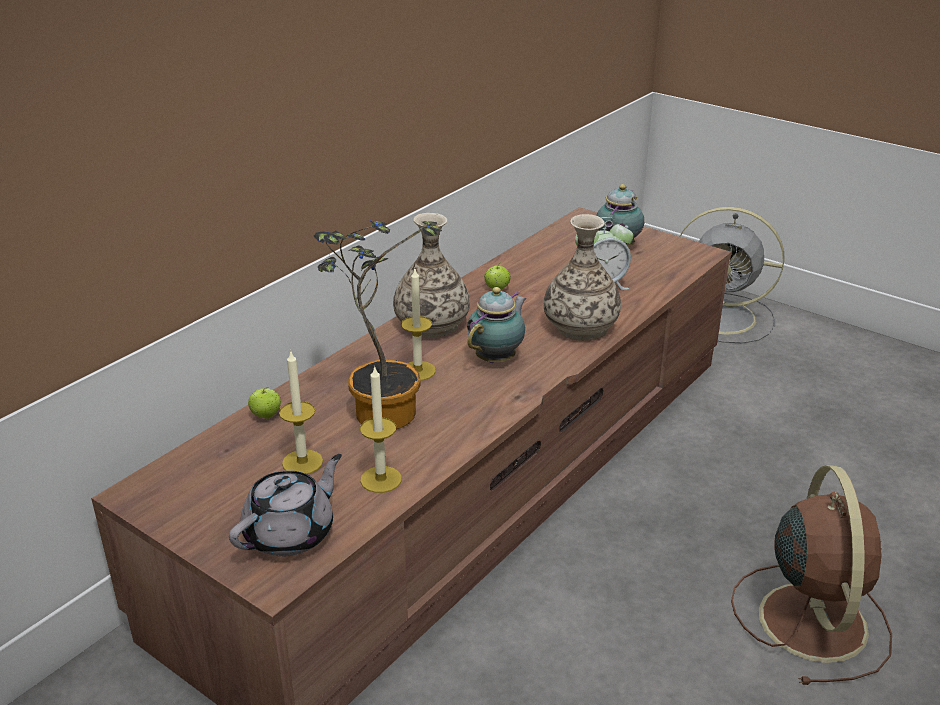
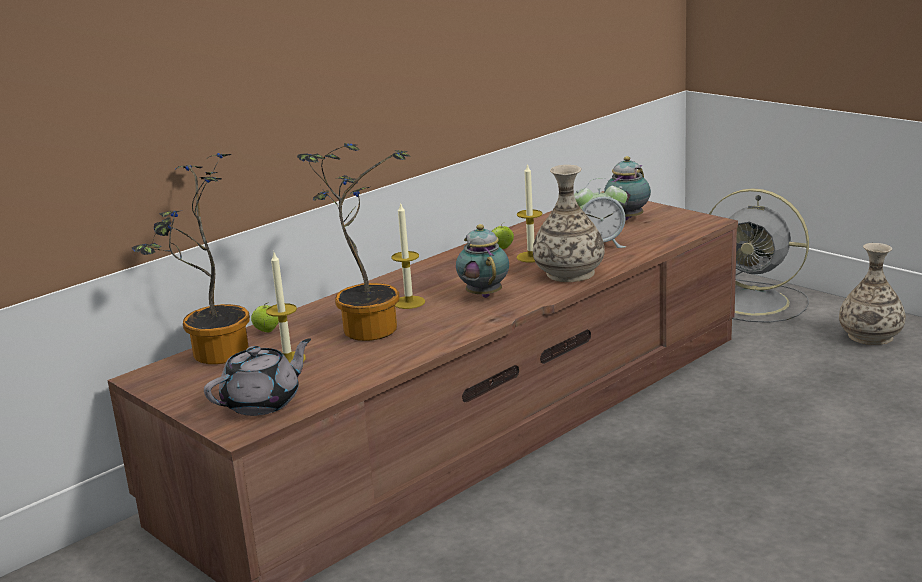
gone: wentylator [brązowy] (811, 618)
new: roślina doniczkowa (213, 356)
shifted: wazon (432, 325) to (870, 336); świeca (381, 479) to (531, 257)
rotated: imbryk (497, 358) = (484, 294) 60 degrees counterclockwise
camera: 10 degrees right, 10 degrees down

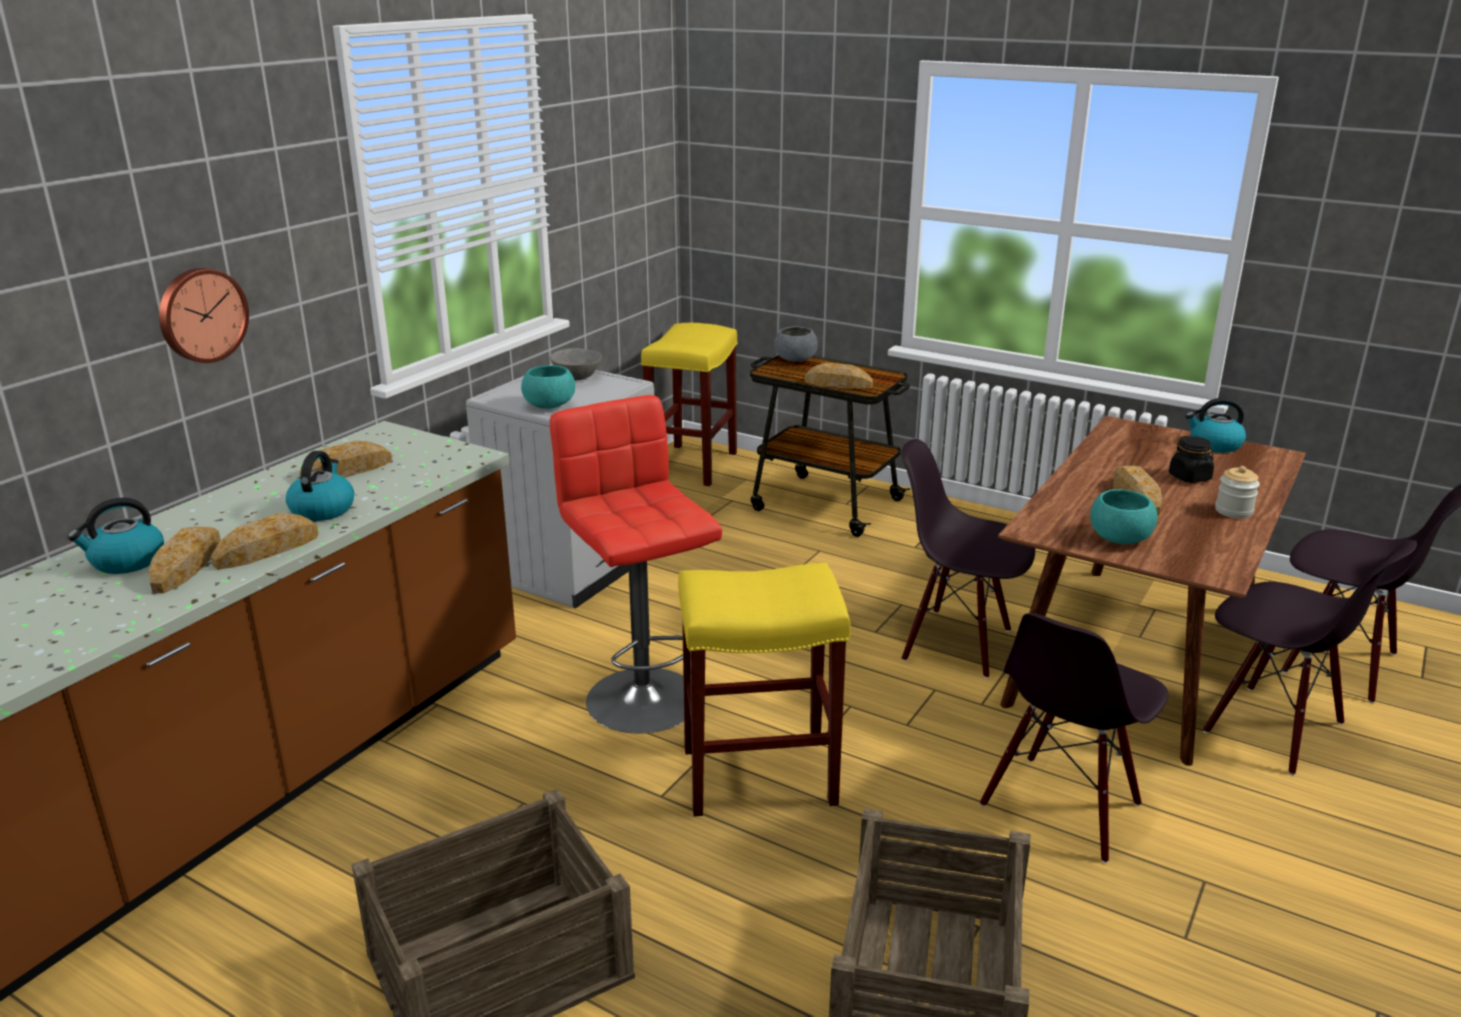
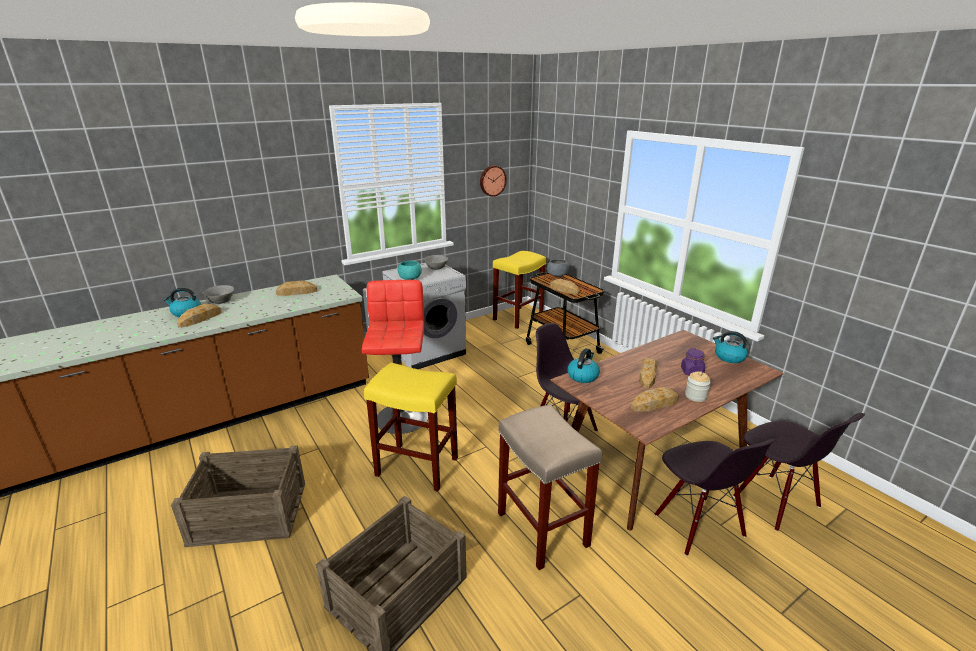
gone: miska [turkusowy] (1119, 538)
new: miska [szary] (220, 301)
shifted: zegar ścienny (201, 315) to (492, 180); czajnik (322, 509) to (583, 376); chleb (267, 549) to (654, 404)
swapped: krzesło [czarny] (1062, 807) to stołek [beżowy] (541, 528)
repainted: słoik [czarny] (1190, 477) to słoik [fioletowy] (692, 372)
camera: 25 degrees right, 0 degrees up

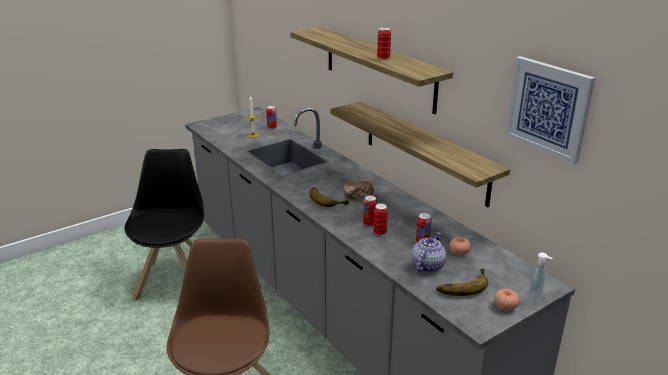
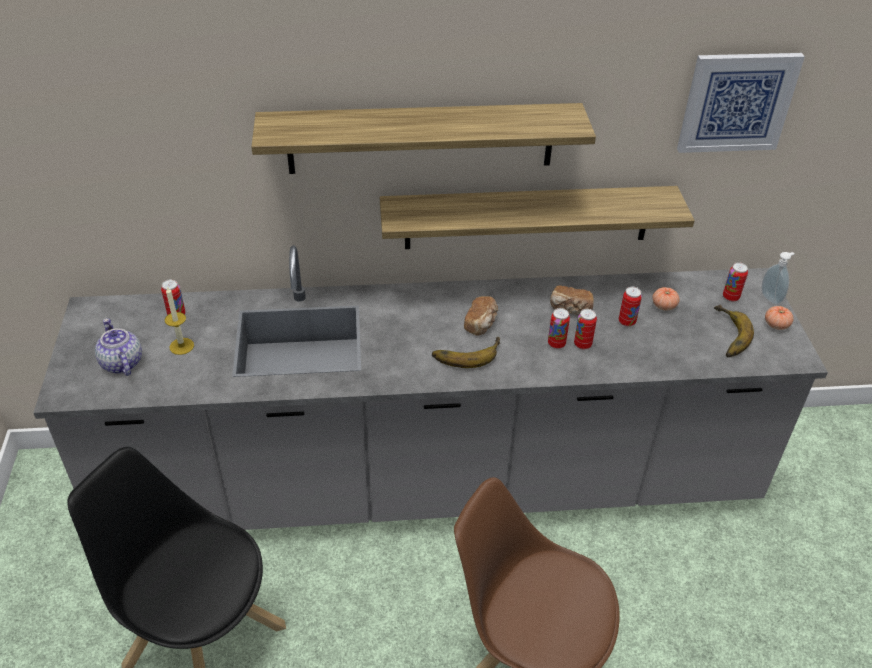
new: chleb (570, 309)
shifted: puszka (383, 58) to (730, 297); imbryk (427, 265) to (121, 363)
camera: 60 degrees left, 15 degrees up

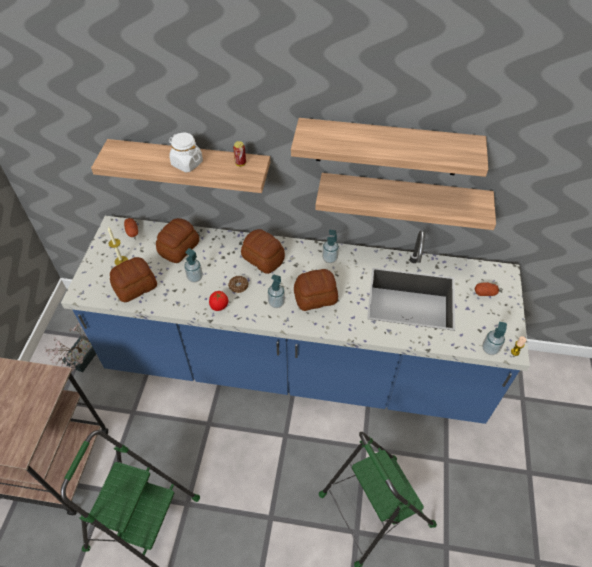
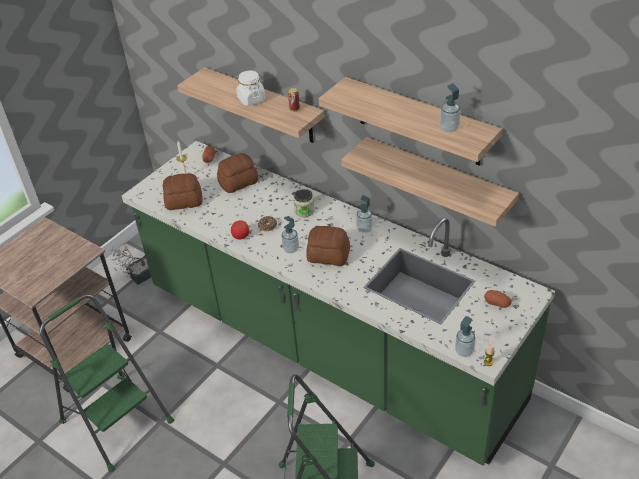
shifted: dozownik mydła (195, 277) to (449, 128)
swapped: chleb (263, 258) to słoik (304, 211)
repainted: zabudowa kuchenna [niebieski] (296, 364) to zabudowa kuchenna [zielony] (327, 345)
camera: 30 degrees right, 10 degrees down

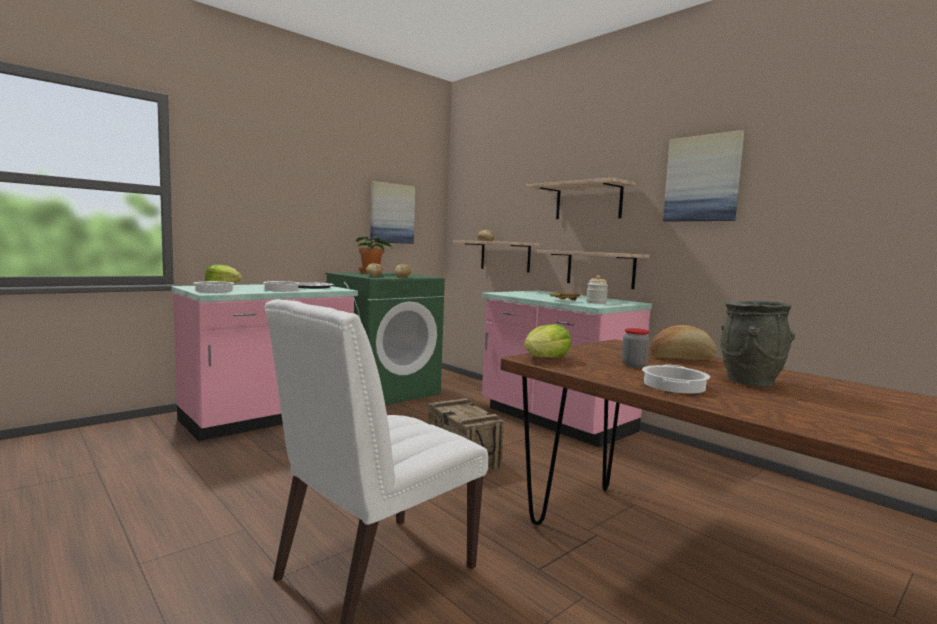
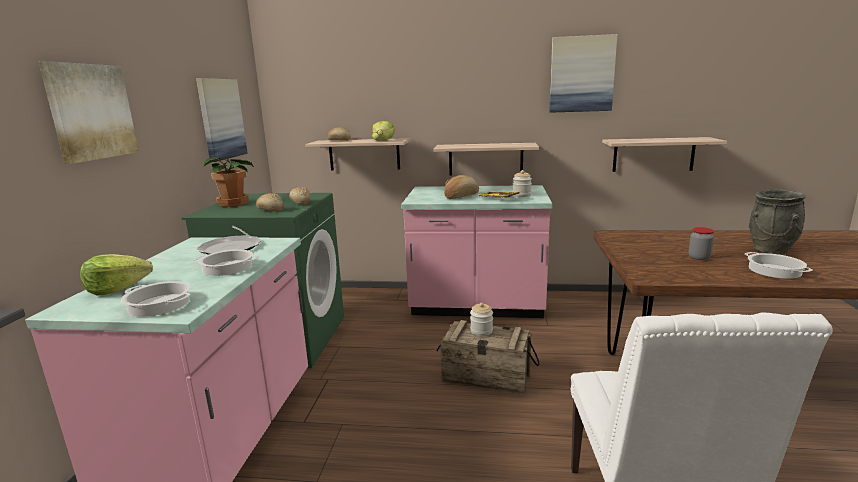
new: obraz (90, 112); słoik (481, 331)
shifted: półka (588, 202) to (653, 154); sałata (546, 358) to (383, 140); chleb (681, 358) to (461, 196)
camera: 40 degrees left, 10 degrees up

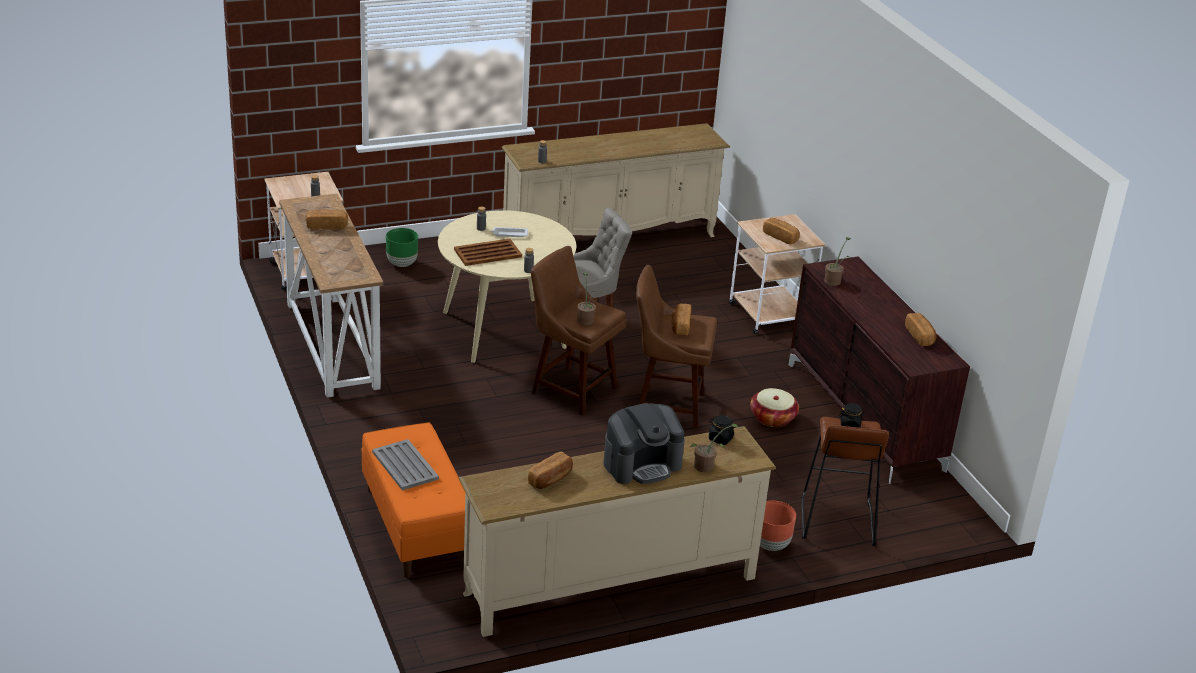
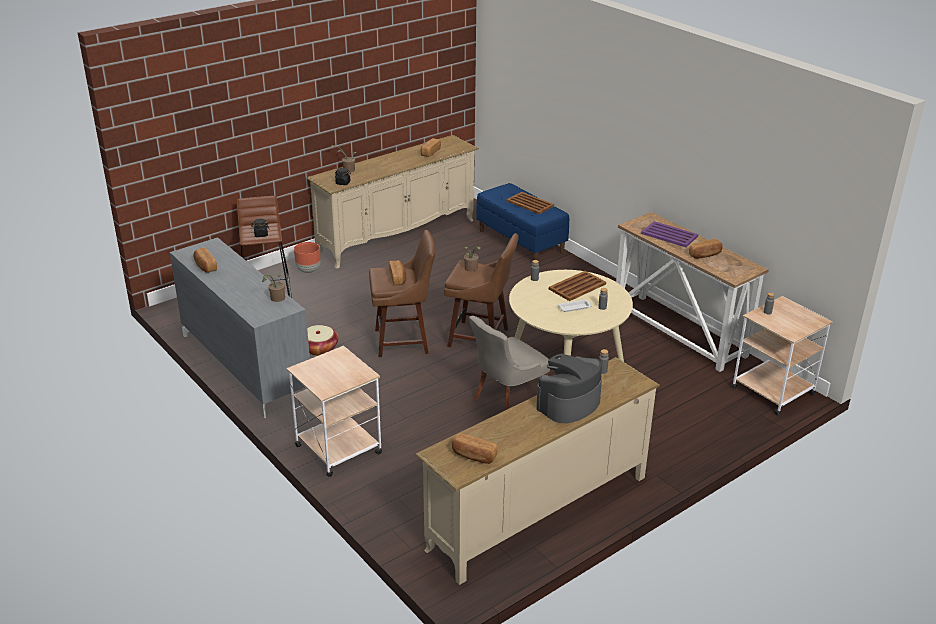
gone: donica [zielony] (402, 263)
new: taca [fioletowy] (670, 235)
shifted: chleb (781, 237) to (473, 456); ekspres do kawy (642, 464) to (568, 404)
repainted: komoda [brązowy] (864, 416) to komoda [szary] (245, 365); ławka [pomarańczowy] (415, 526) to ławka [niebieski] (521, 242); taca [szary] (405, 465) to taca [brązowy] (530, 204)
camera: 165 degrees right, 0 degrees up

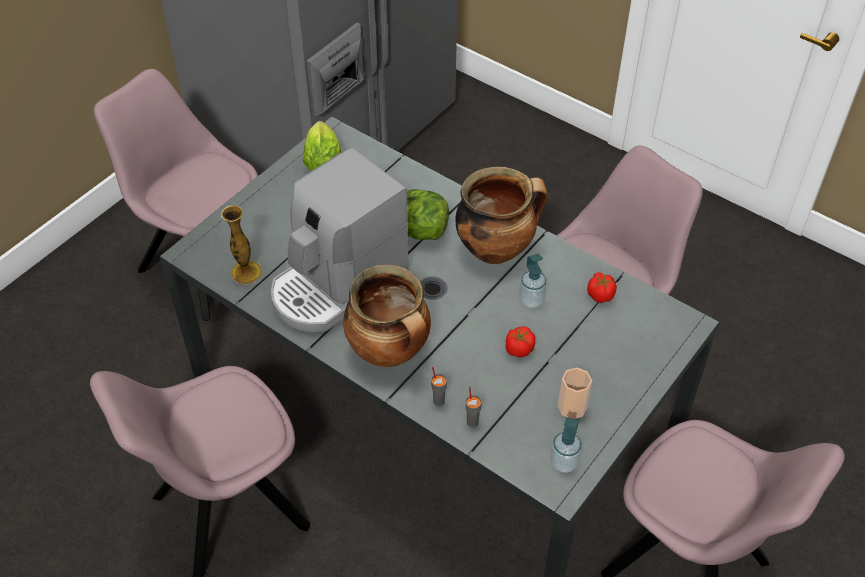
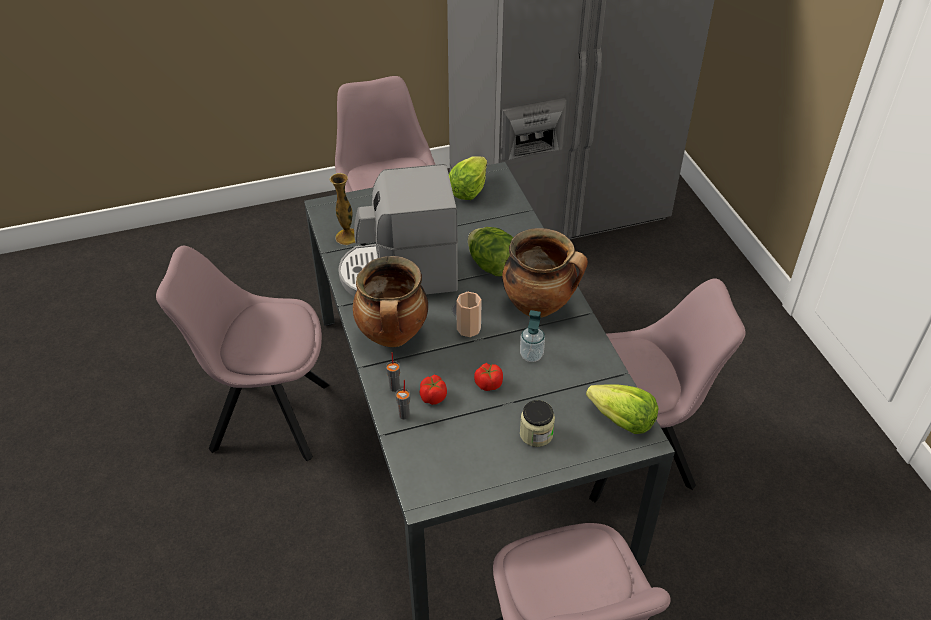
gone: dozownik mydła (564, 463)
new: sałata (622, 420); słoik (536, 434)
shifted: pomidor (600, 295) to (433, 397); filiżanka (572, 407) to (468, 328)
camera: 35 degrees right, 5 degrees down

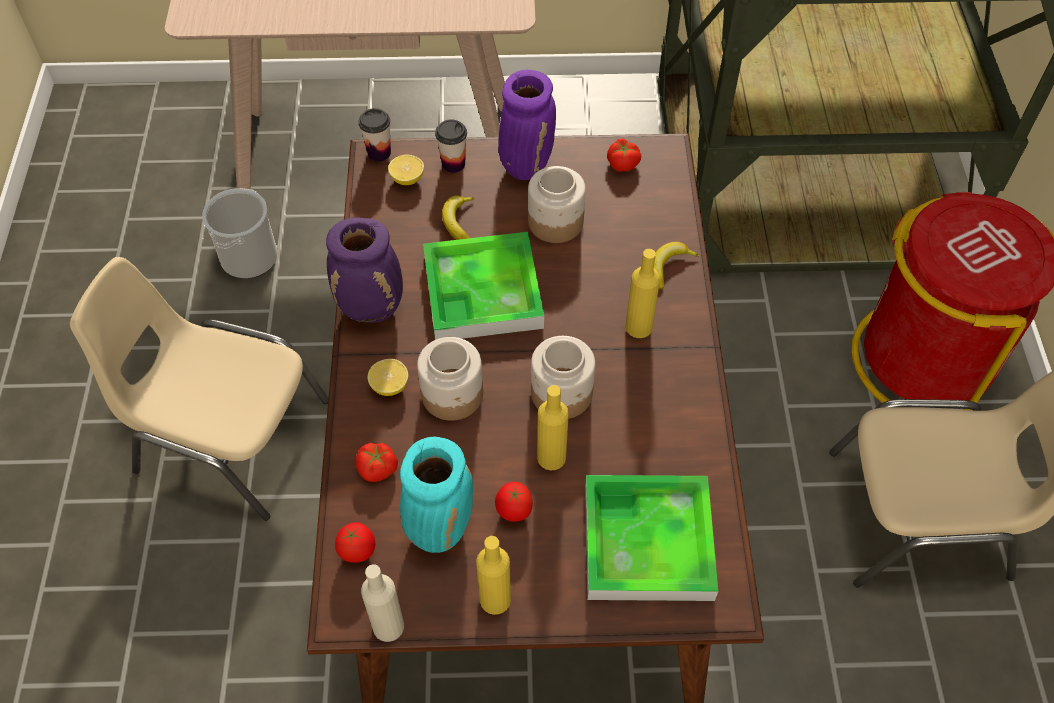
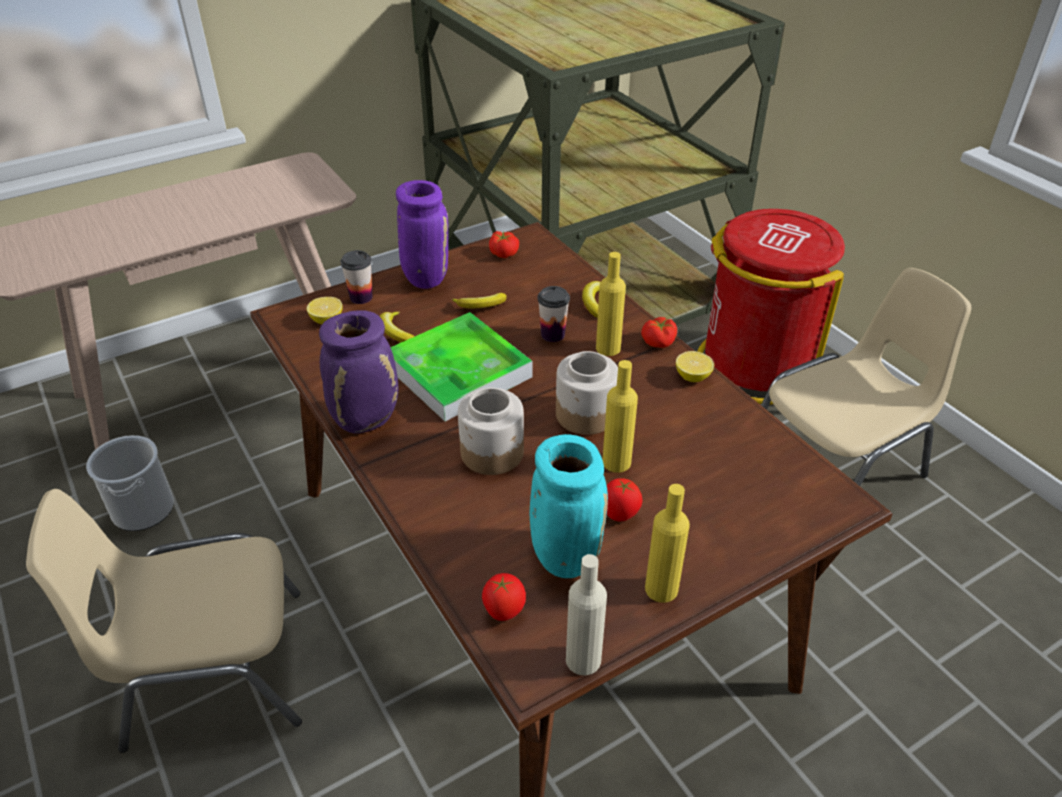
gone: taca (647, 541)
shifted: filiżanka (379, 153) to (552, 335); cytryna (389, 386) to (692, 376); pomidor (378, 469) to (659, 342)
swapped: słoik (555, 222) to banan (481, 306)
camera: 30 degrees left, 15 degrees down

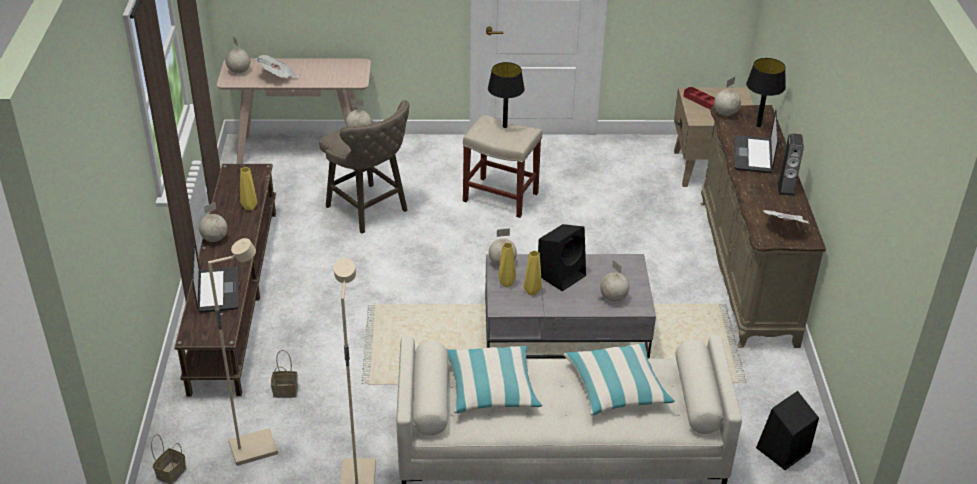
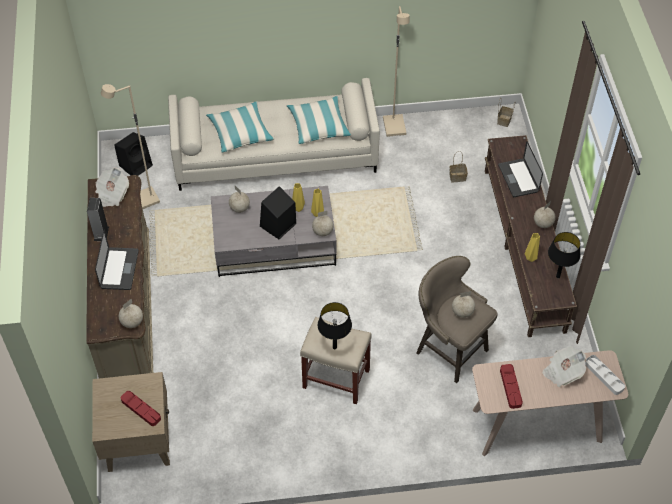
new: taca [czerwony] (510, 387)
shifted: lampa stołowa [czarny] (758, 125) to (558, 276); lampa stojąca [beżowy] (254, 448) to (143, 201)
swapped: globus (239, 71) to taca [biały] (604, 376)
camera: 175 degrees right, 15 degrees up

